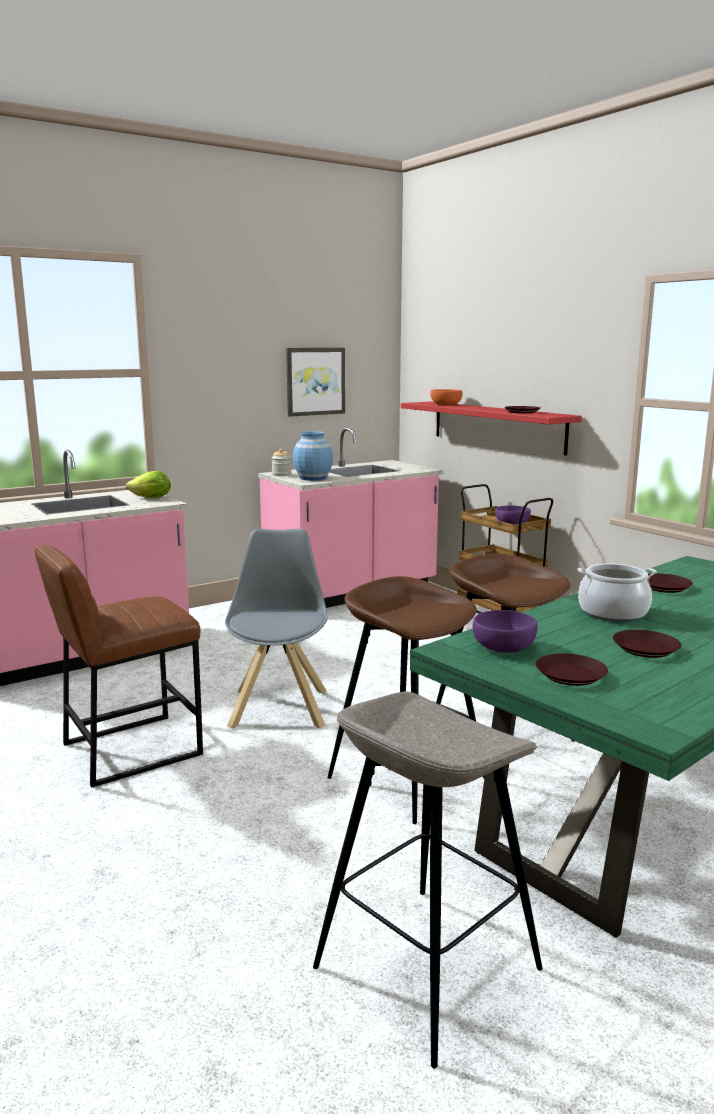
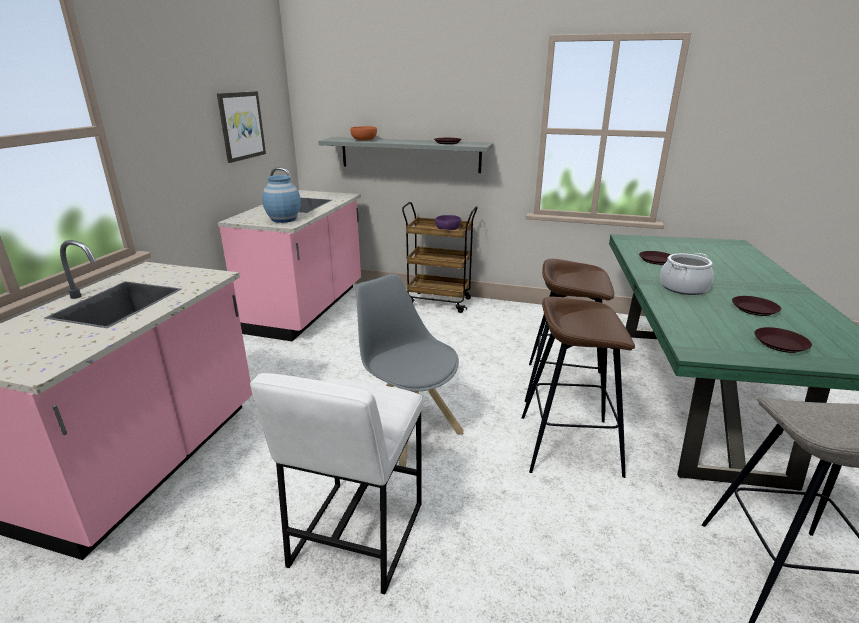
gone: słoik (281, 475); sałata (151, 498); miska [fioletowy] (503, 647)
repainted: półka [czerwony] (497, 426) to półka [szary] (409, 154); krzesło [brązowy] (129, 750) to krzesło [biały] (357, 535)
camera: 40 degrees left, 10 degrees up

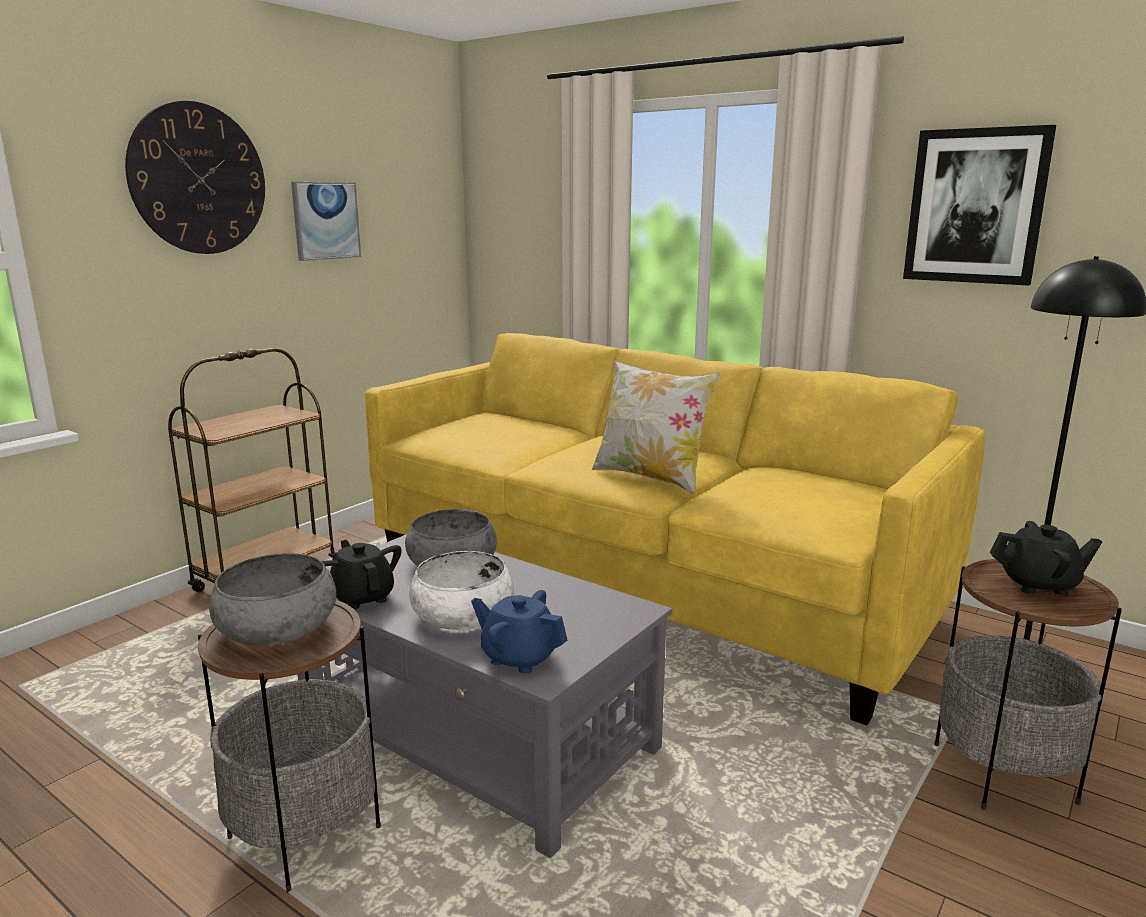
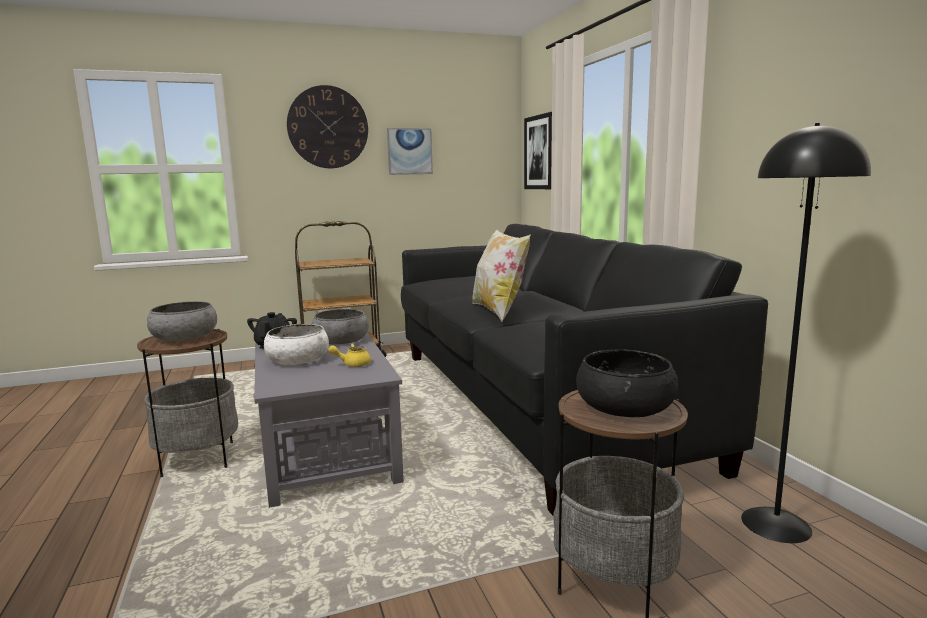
gone: imbryk [niebieski] (519, 657)
new: imbryk [żółty] (352, 364)
shifted: obraz (975, 206) to (540, 152)
swapped: imbryk [czarny] (1039, 585) to miska [czarny] (624, 406)
repainted: kanapa [żółty] (639, 588) to kanapa [czarny] (529, 403)
camera: 35 degrees right, 5 degrees down

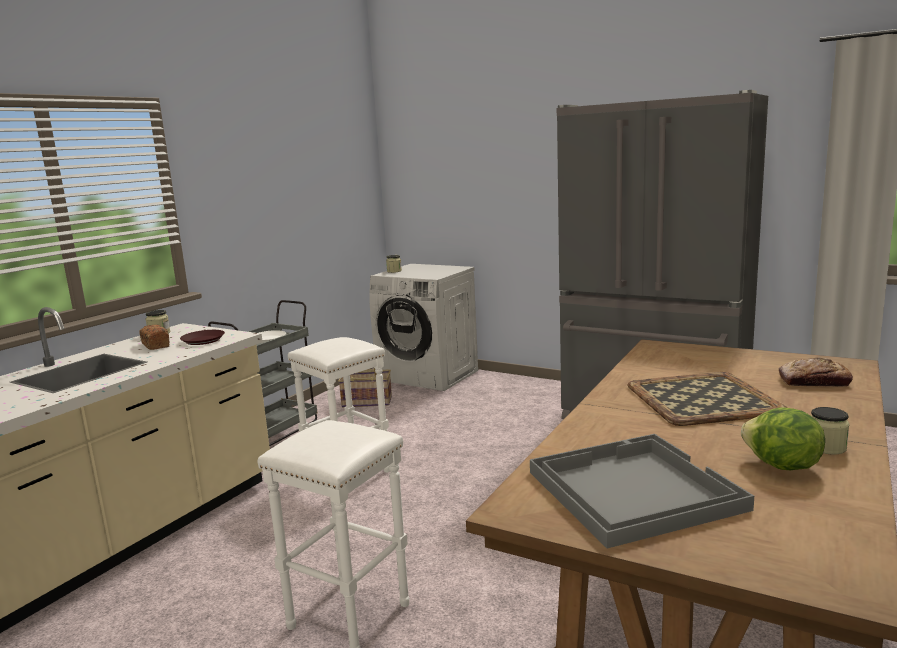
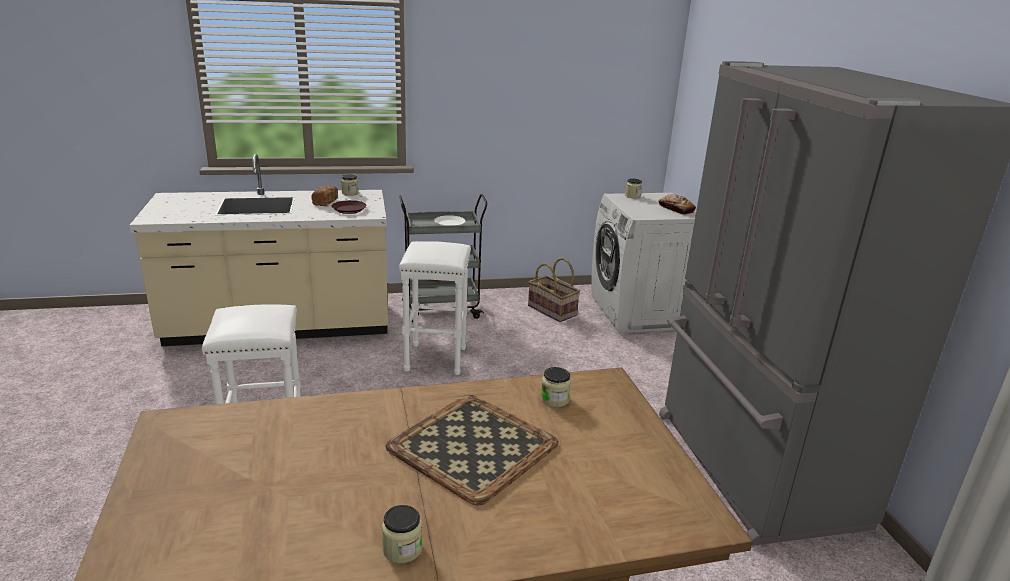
gone: sałata (781, 466); taca [szary] (631, 490)
new: słoik (554, 399)
shifted: chleb (814, 381) to (676, 209)
camera: 45 degrees right, 10 degrees up

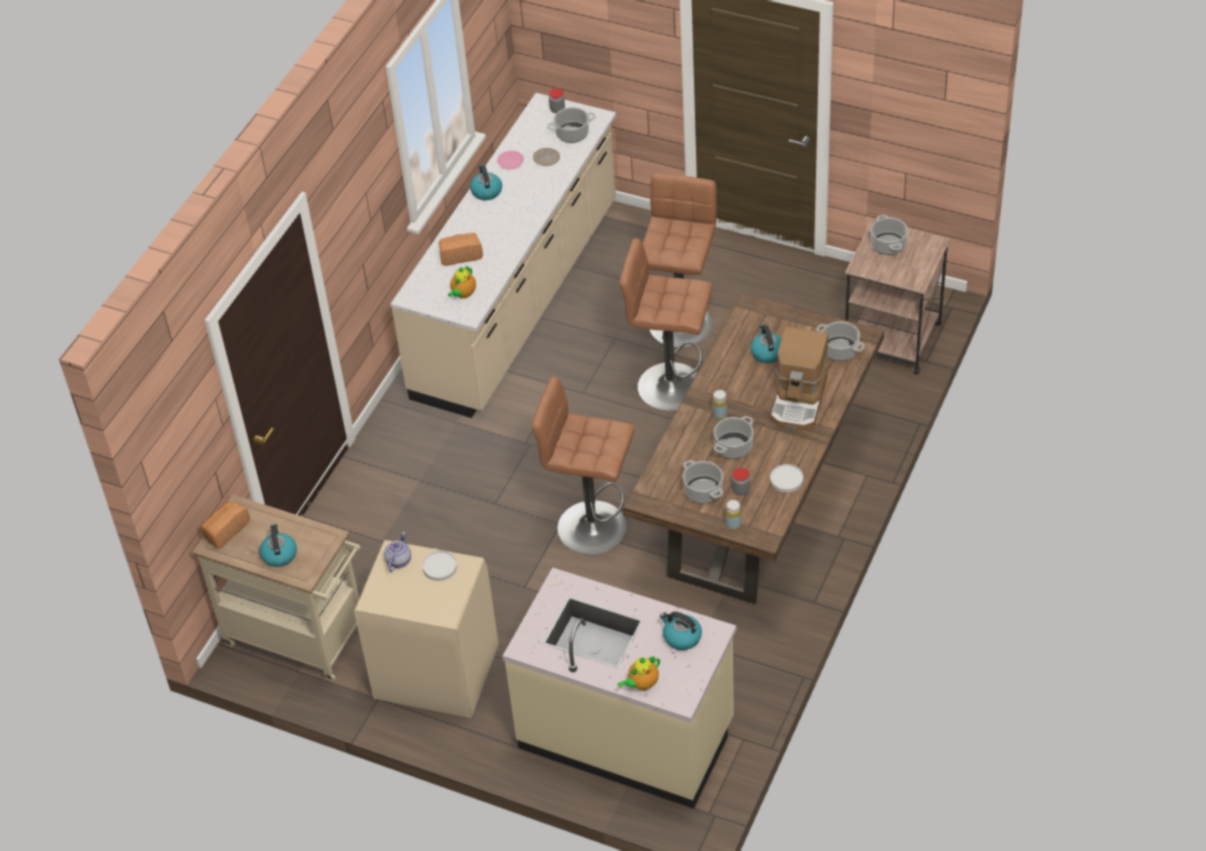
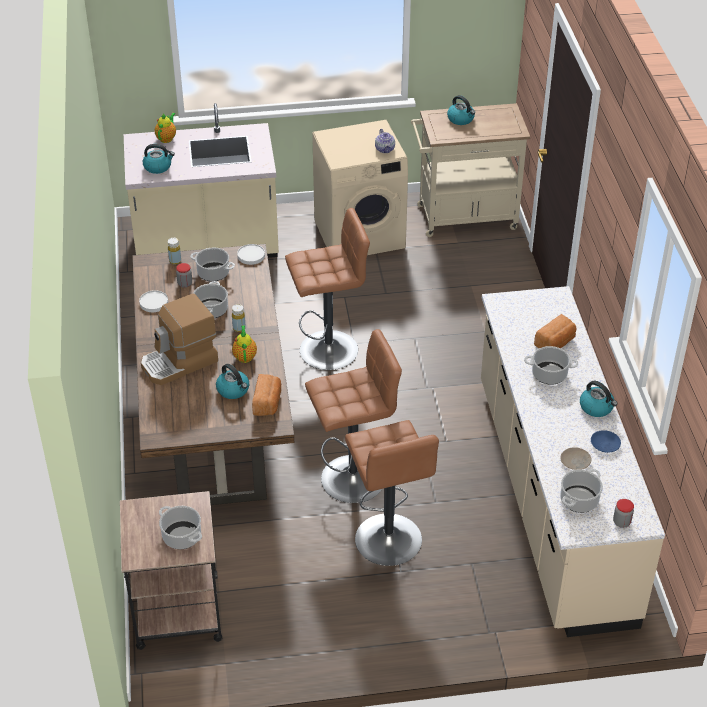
shifted: imbryk (463, 294) to (245, 356); garnek (839, 350) to (550, 374); chleb (225, 530) to (267, 403); talerz [biały] (440, 567) to (251, 256)
repainted: talerz [różowy] (511, 162) to talerz [niebieski] (605, 444)
rotated: ekspres do kawy (800, 400) = (180, 363) 105 degrees counterclockwise
camera: 145 degrees right, 5 degrees down

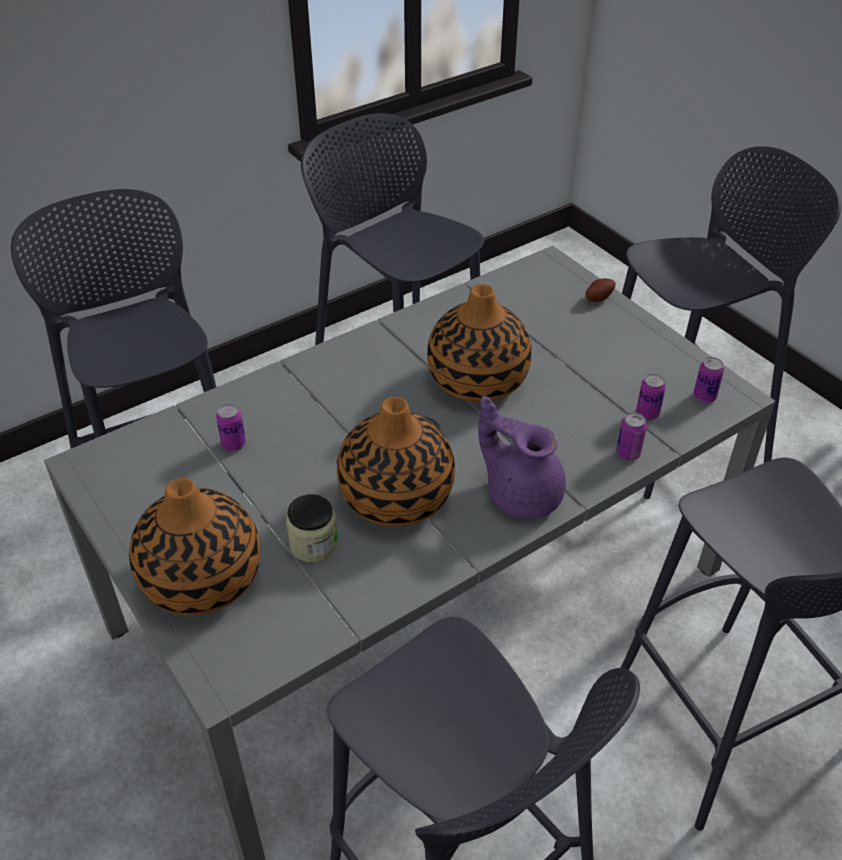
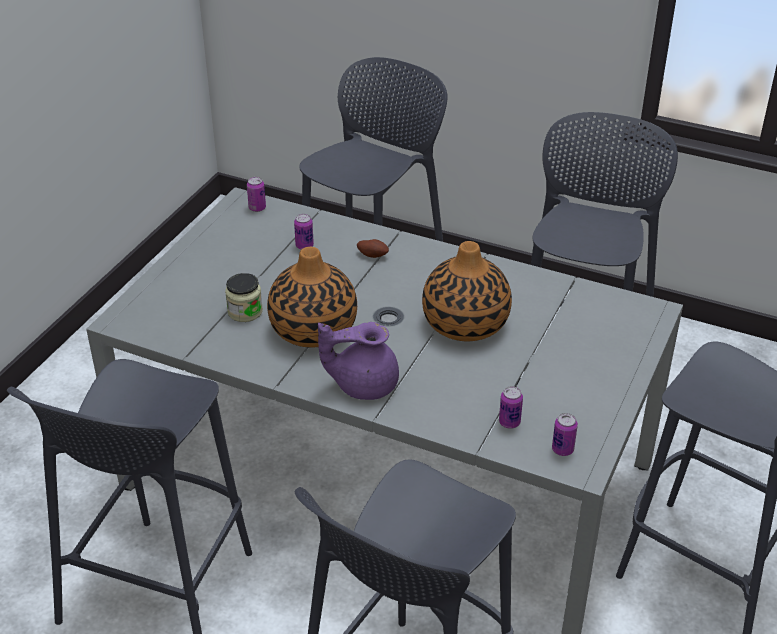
gone: wazon (202, 578)
shifted: ziemniak (598, 298) to (373, 255); puszka (628, 453) to (257, 208)
rotated: imbryk [fioletowy] (521, 493) = (363, 384) 105 degrees counterclockwise
camera: 60 degrees right, 5 degrees down

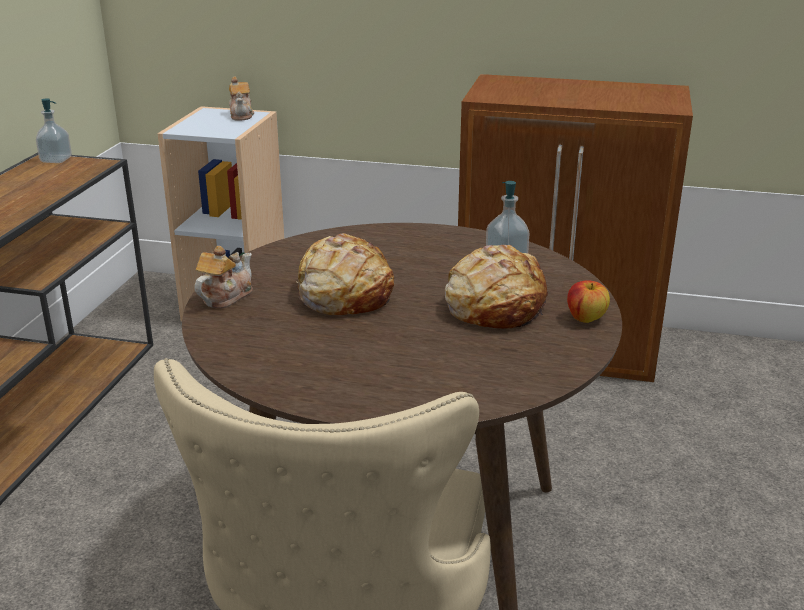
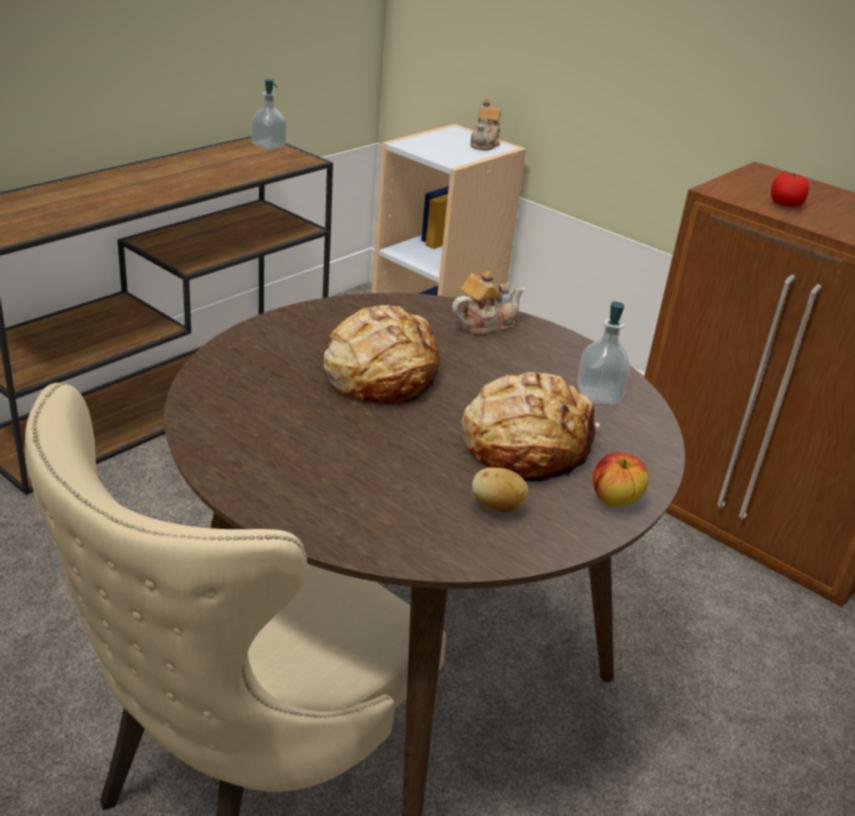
new: pomidor (785, 204); ziemniak (497, 507)
shifted: imbryk (225, 297) to (484, 324)
camera: 25 degrees right, 5 degrees up

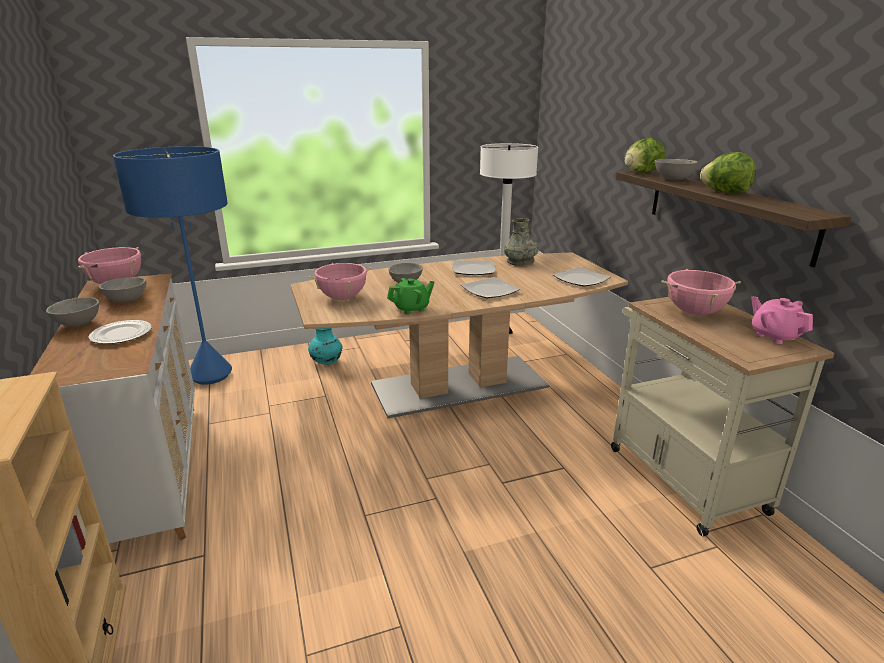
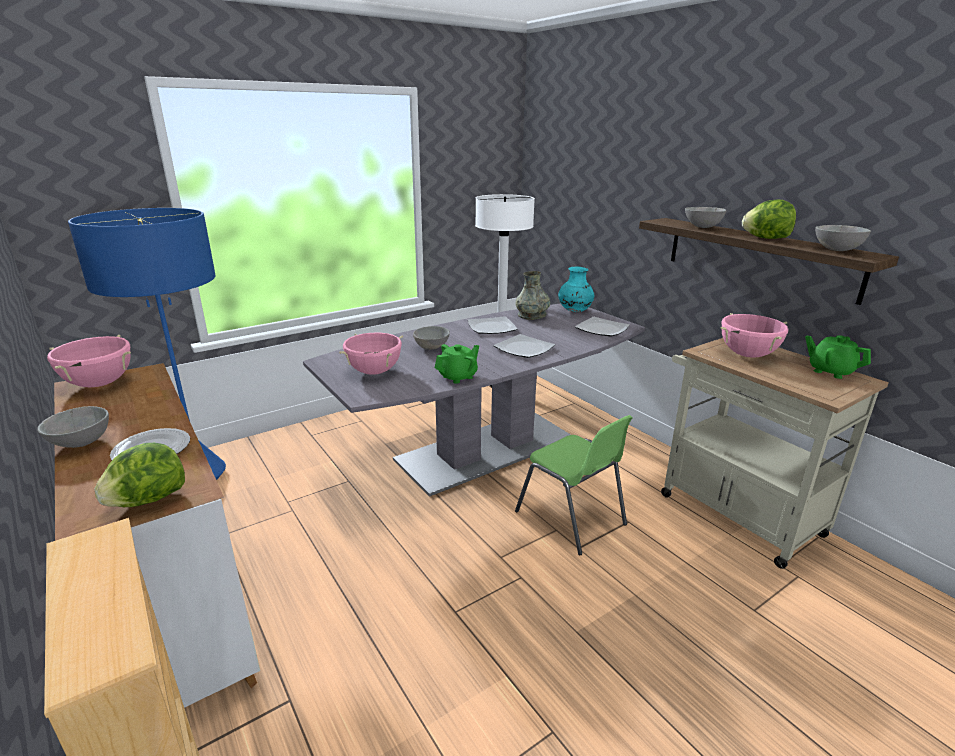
new: krzesło [zielony] (571, 519)
shifted: sałata (641, 172) to (148, 500); miska [szary] (126, 300) to (836, 250); wazon [turkusowy] (326, 362) to (574, 311)
repainted: stół jadalny [brązowy] (458, 385) to stół jadalny [szary] (485, 449); imbryk [różowy] (774, 336) to imbryk [zielony] (830, 371)
camera: 15 degrees left, 0 degrees up

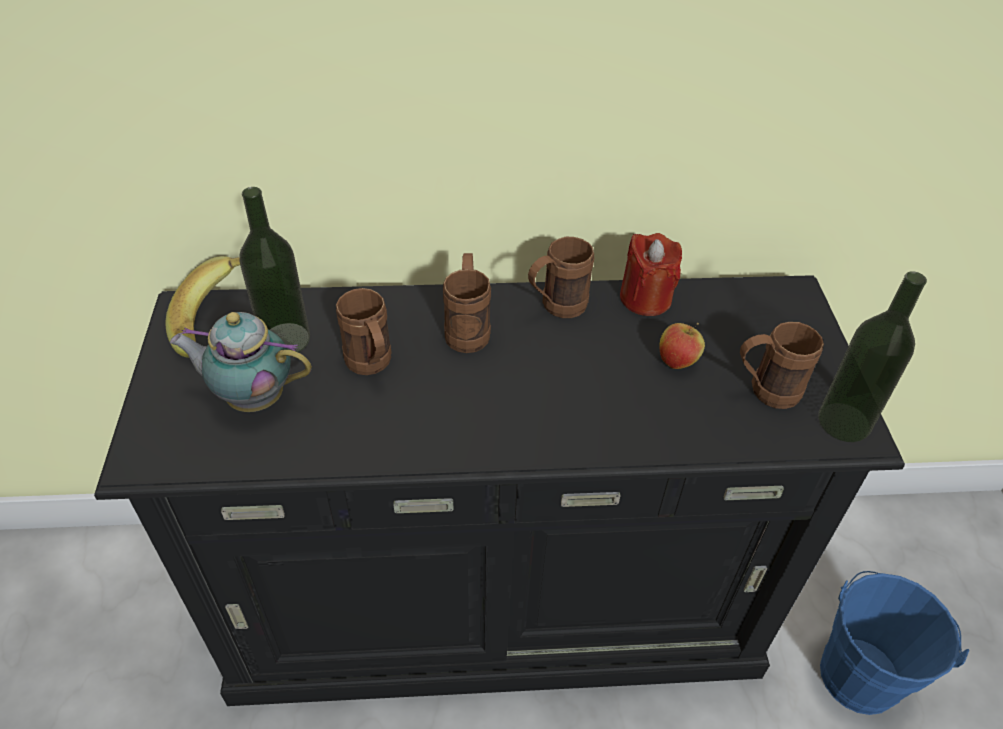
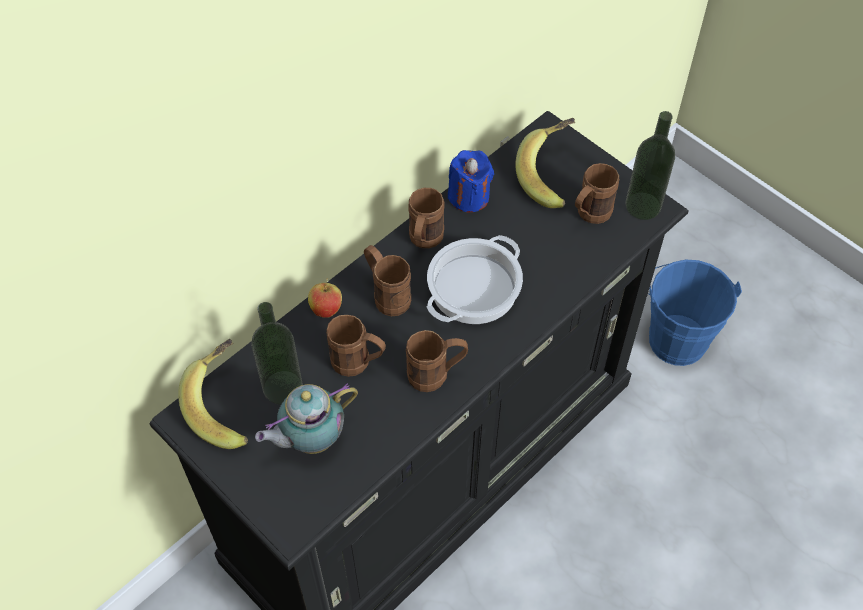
new: banan (552, 175); garnek (473, 287); kubek [brązowy] (436, 375)
shifted: jabłko (677, 362) to (326, 309)
repainted: świeca [czerwony] (645, 298) to świeca [niebieski] (469, 196)
camera: 40 degrees left, 10 degrees up

